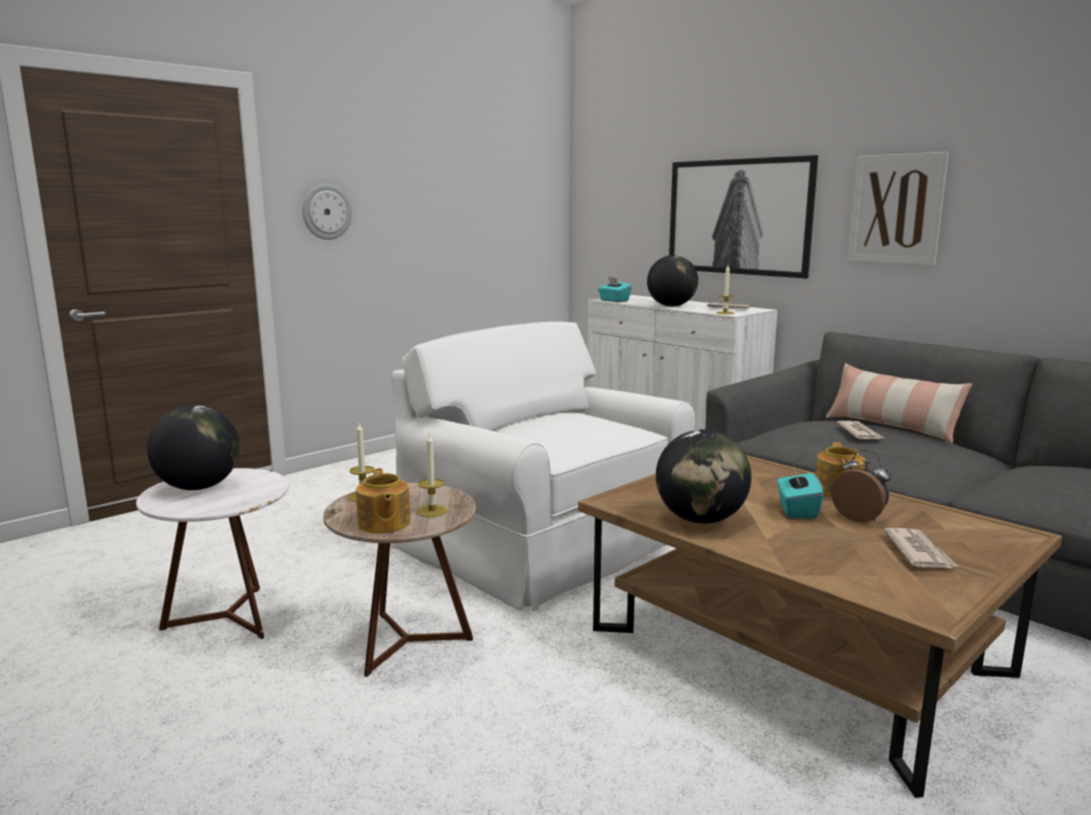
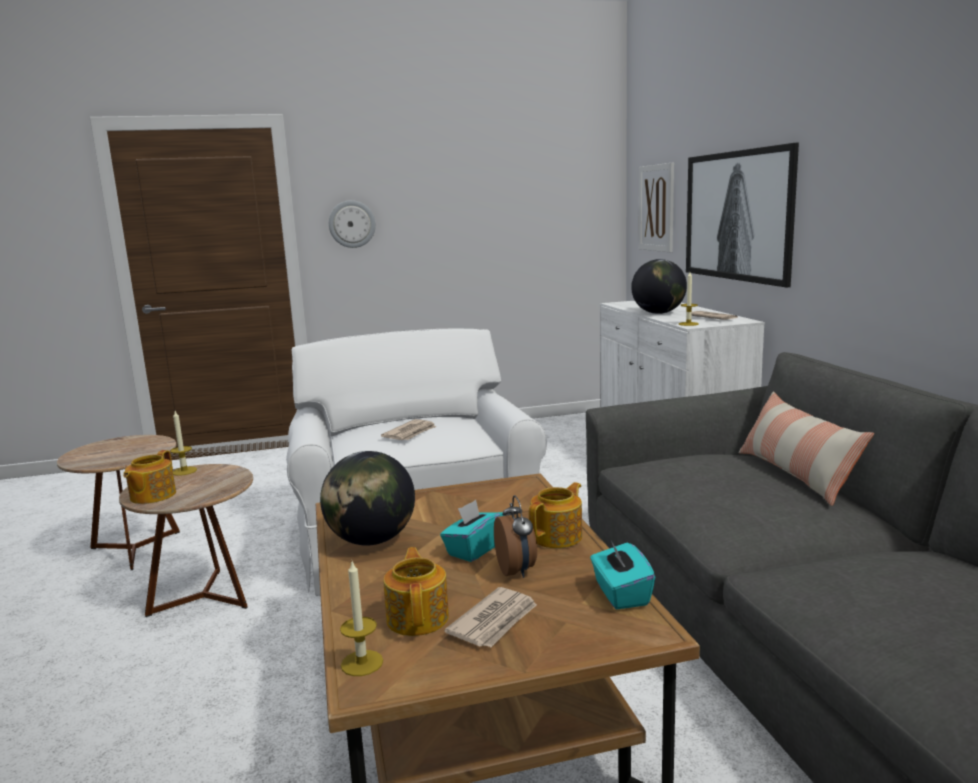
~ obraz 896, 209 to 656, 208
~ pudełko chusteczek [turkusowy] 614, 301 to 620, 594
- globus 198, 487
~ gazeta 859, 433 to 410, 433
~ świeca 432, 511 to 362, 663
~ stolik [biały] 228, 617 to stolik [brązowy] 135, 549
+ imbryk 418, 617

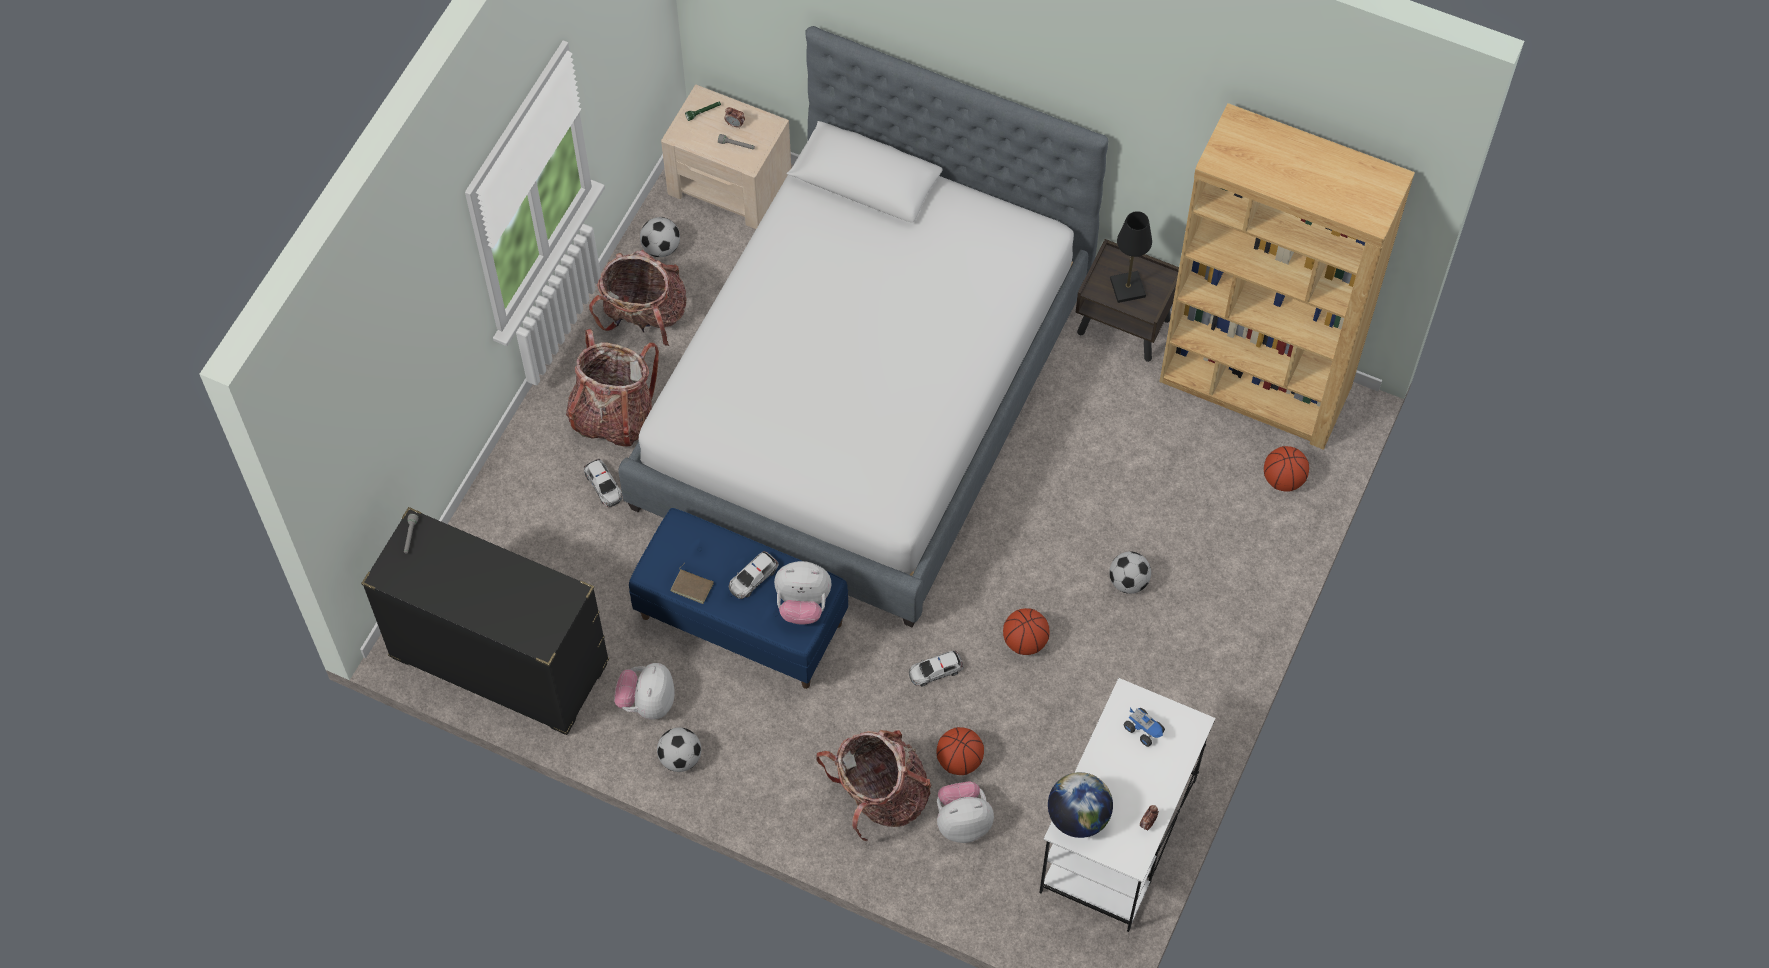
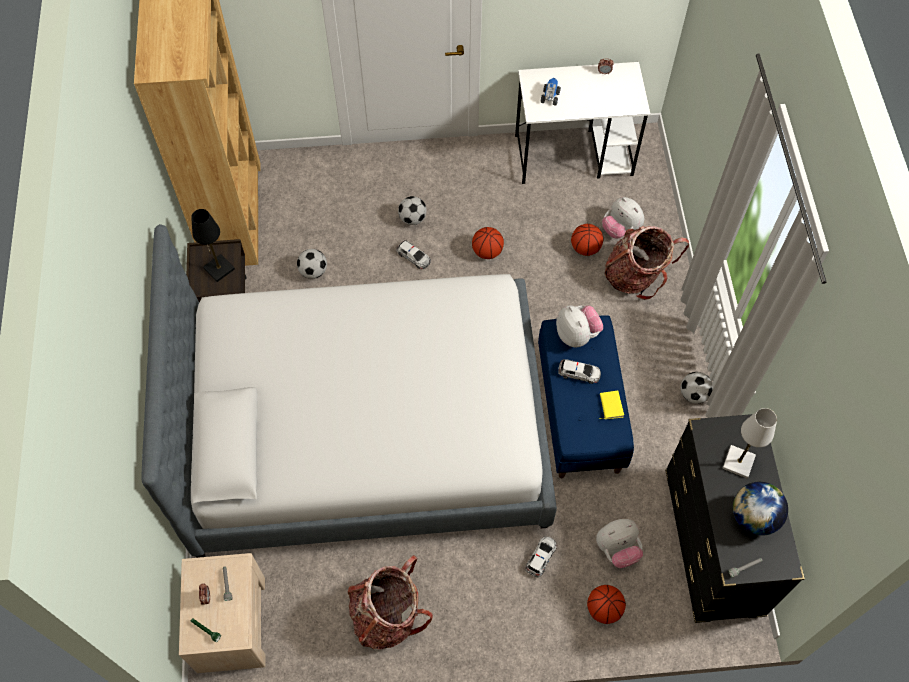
~ piłka futbolowa 661, 248 to 313, 271
- plecak 613, 416
~ piłka do koszykówki 1283, 479 to 603, 609
~ książka [brązowy] 693, 586 to książka [żółty] 610, 406
~ samochodzik 935, 671 to 413, 257
~ pluszak 647, 702 to 617, 548
~ globus 1078, 816 to 753, 517
+ lampa stołowa [biały] 738, 462

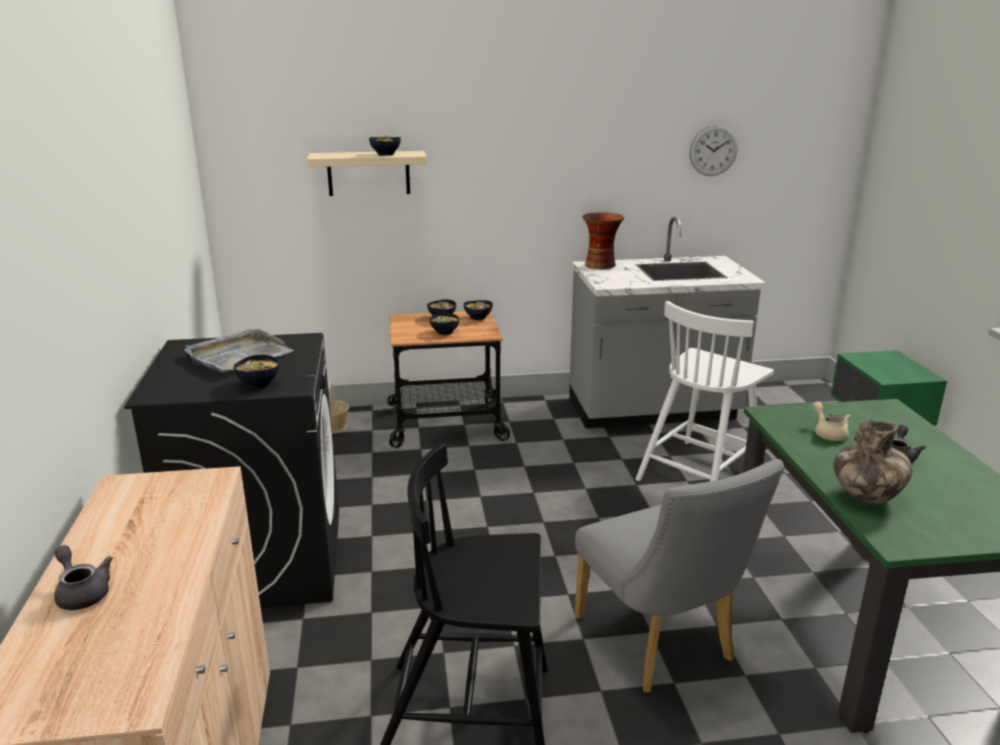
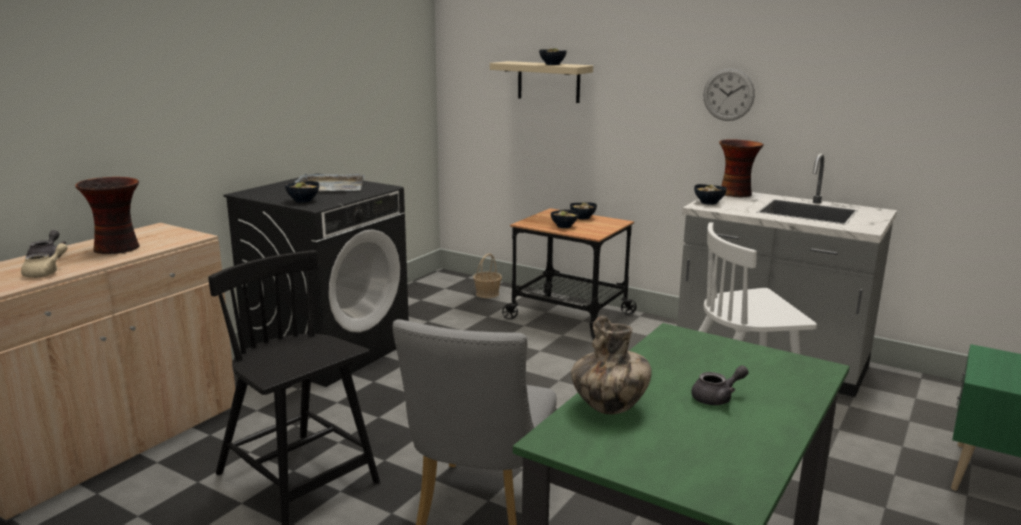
~ zegar ścienny 713, 150 to 728, 94
~ miska 478, 318 to 709, 203
~ imbryk [beżowy] 828, 433 to 46, 273
+ wazon 118, 248

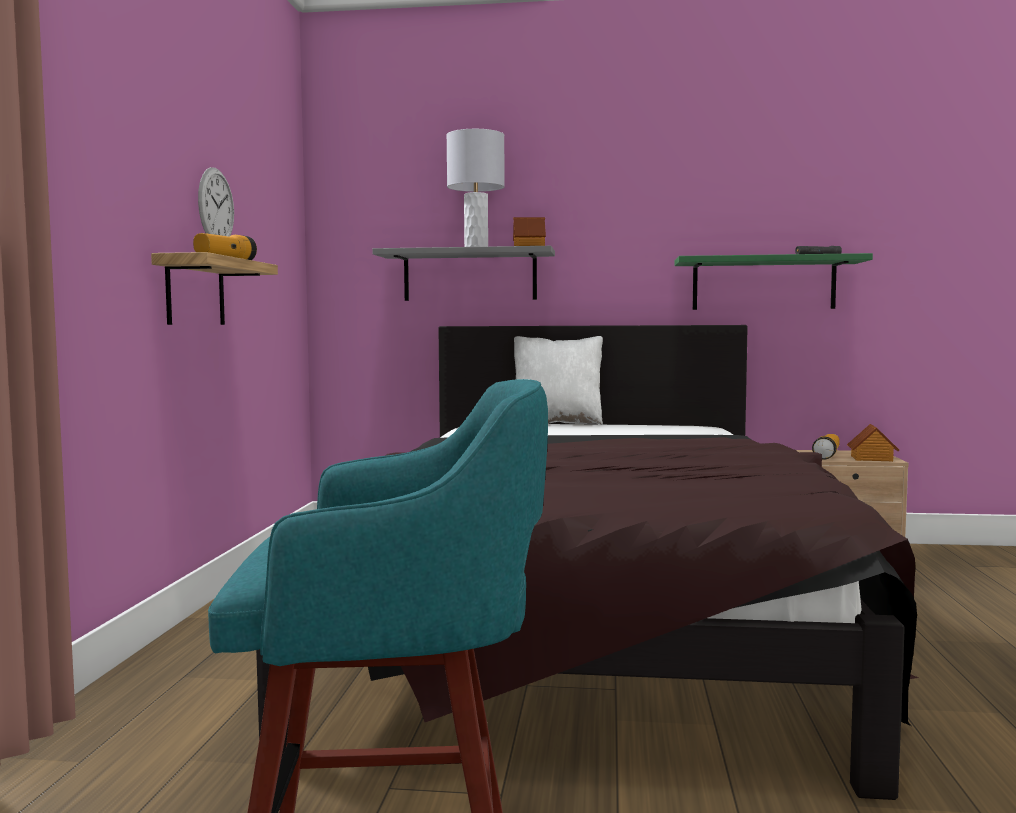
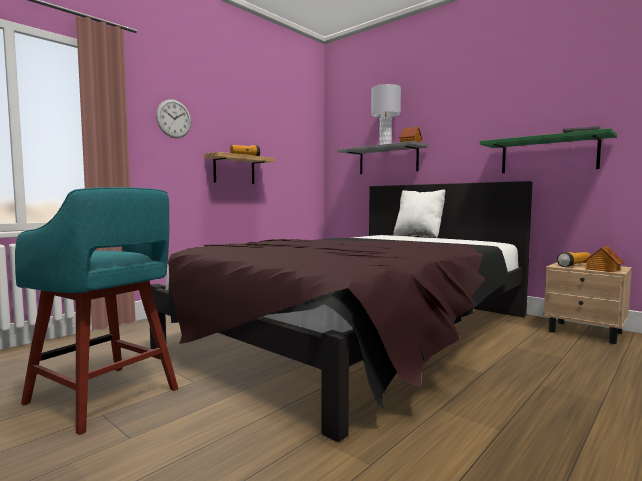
~ zegar ścienny 216, 206 to 174, 119

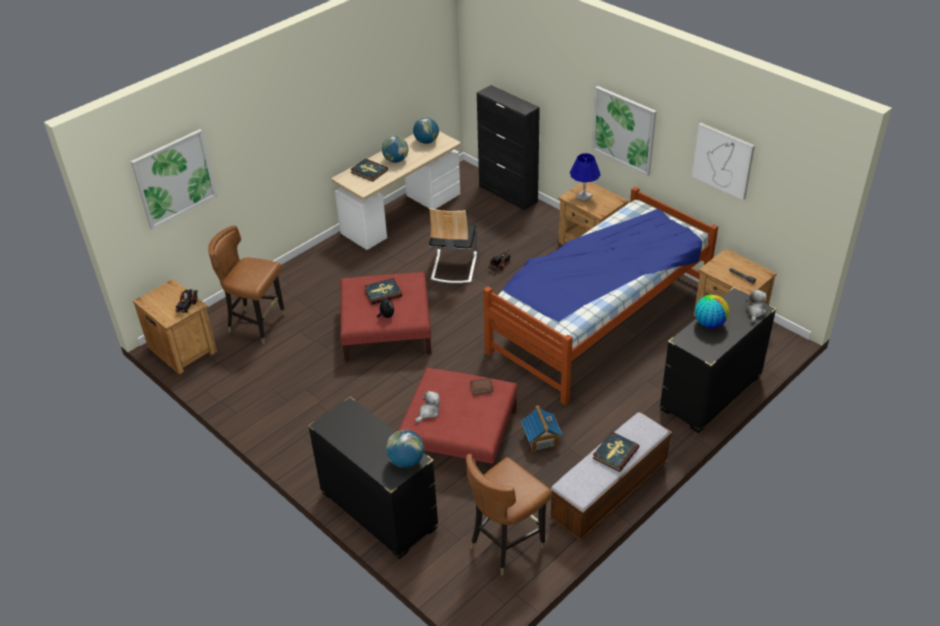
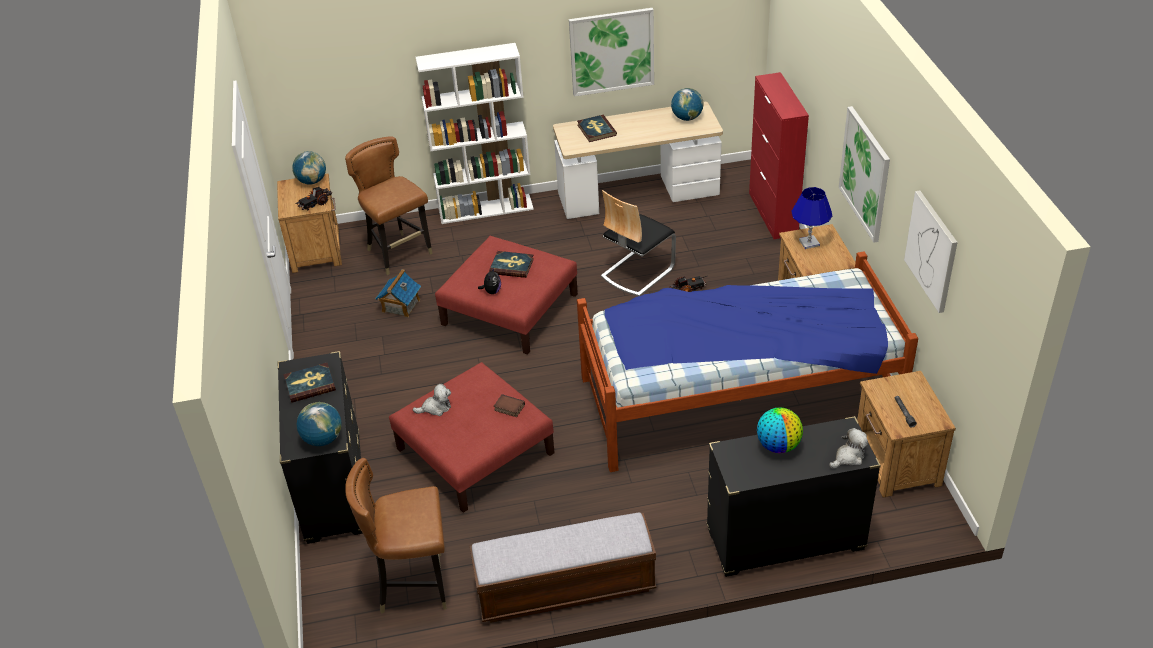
~ szafka [czarny] 508, 194 to szafka [czerwony] 773, 214
~ obraz 174, 178 to 612, 51
~ globus 396, 160 to 312, 181
~ domek 541, 439 to 400, 306
~ książka 615, 453 to 310, 384
+ regał [biały] 486, 209

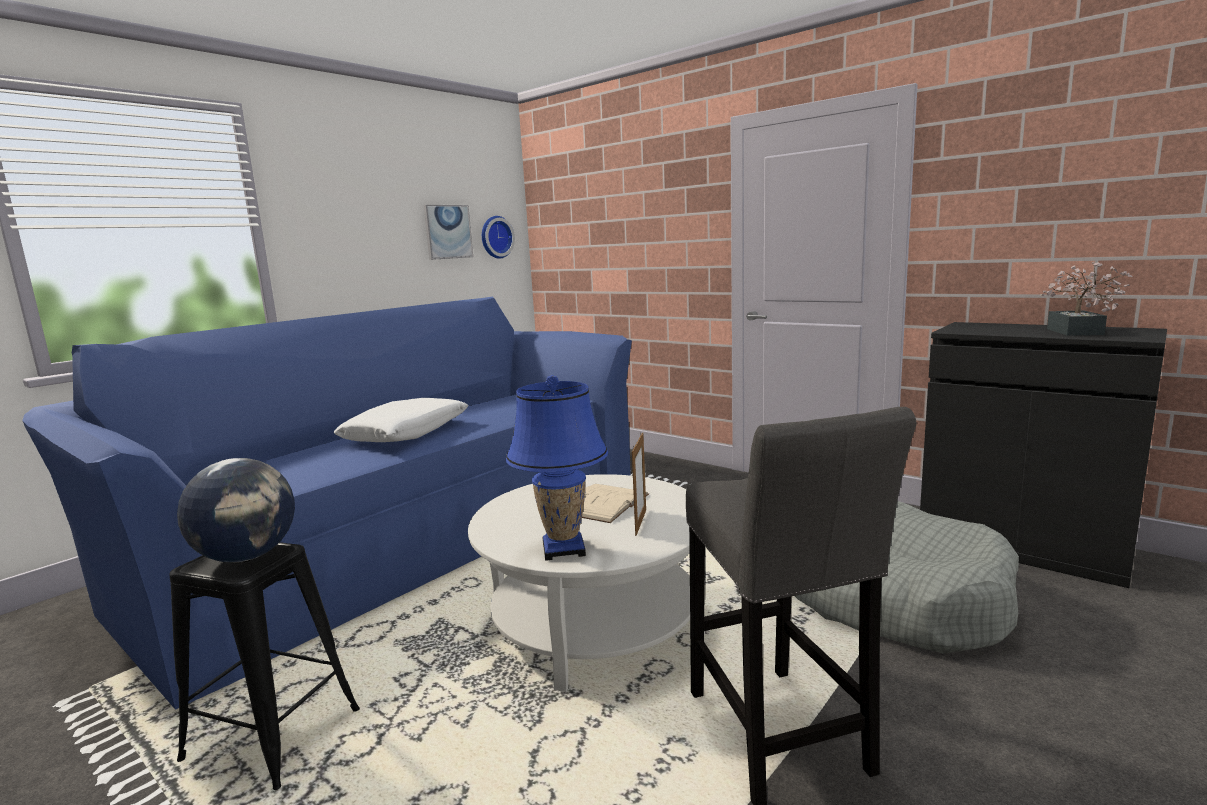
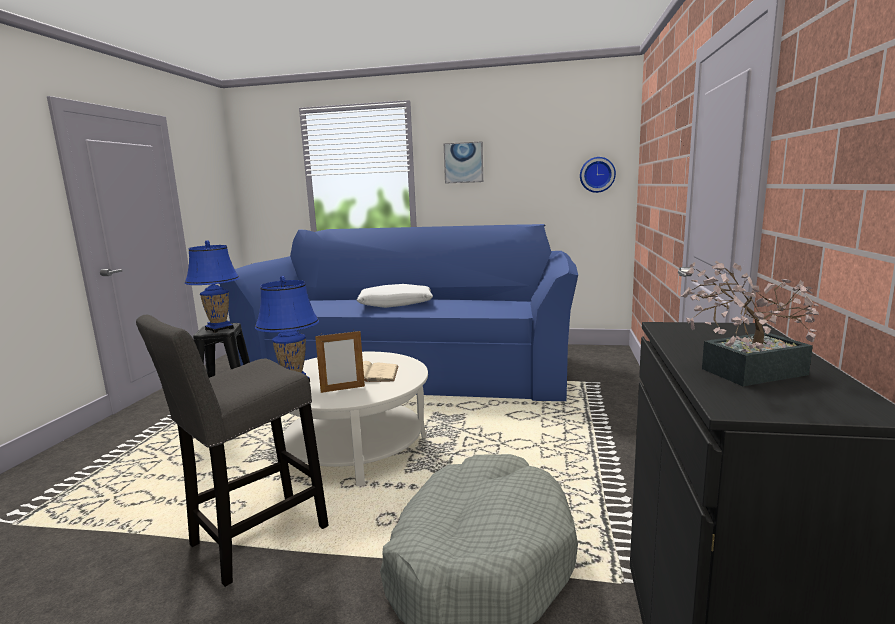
~ obraz 448, 232 to 463, 162
~ globus 247, 556 to lampa stołowa [niebieski] 219, 329

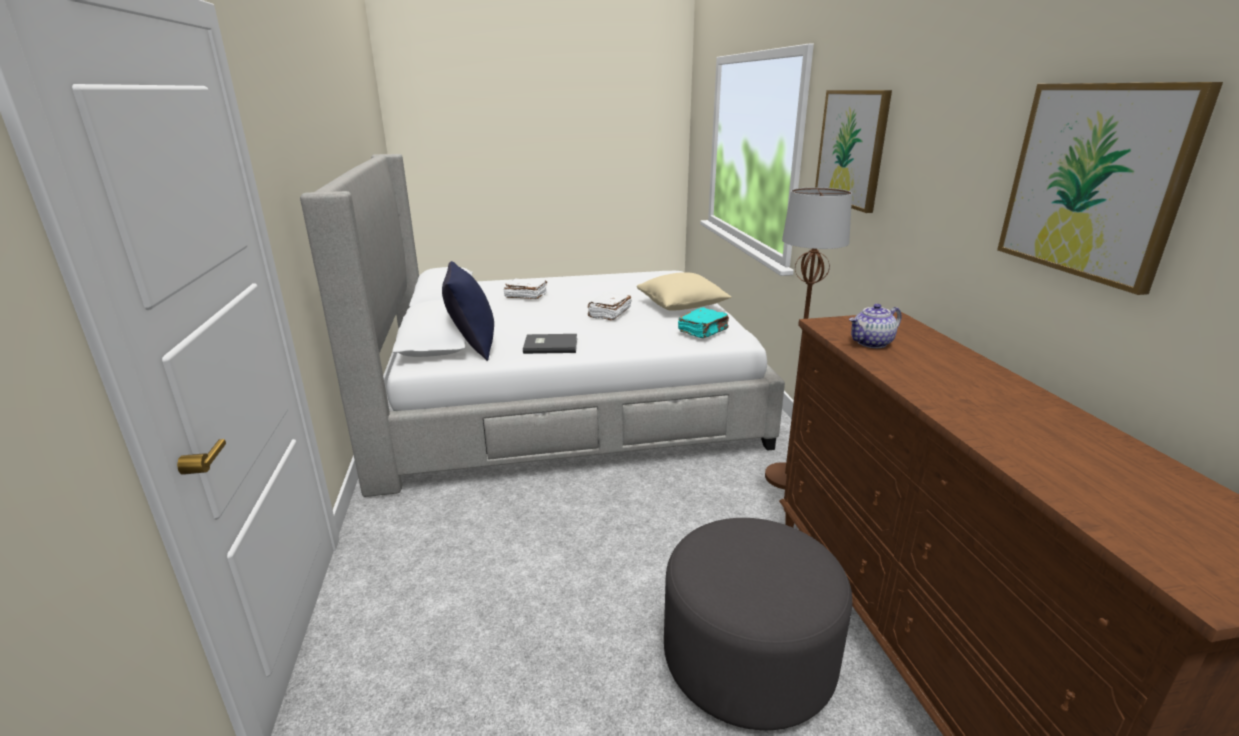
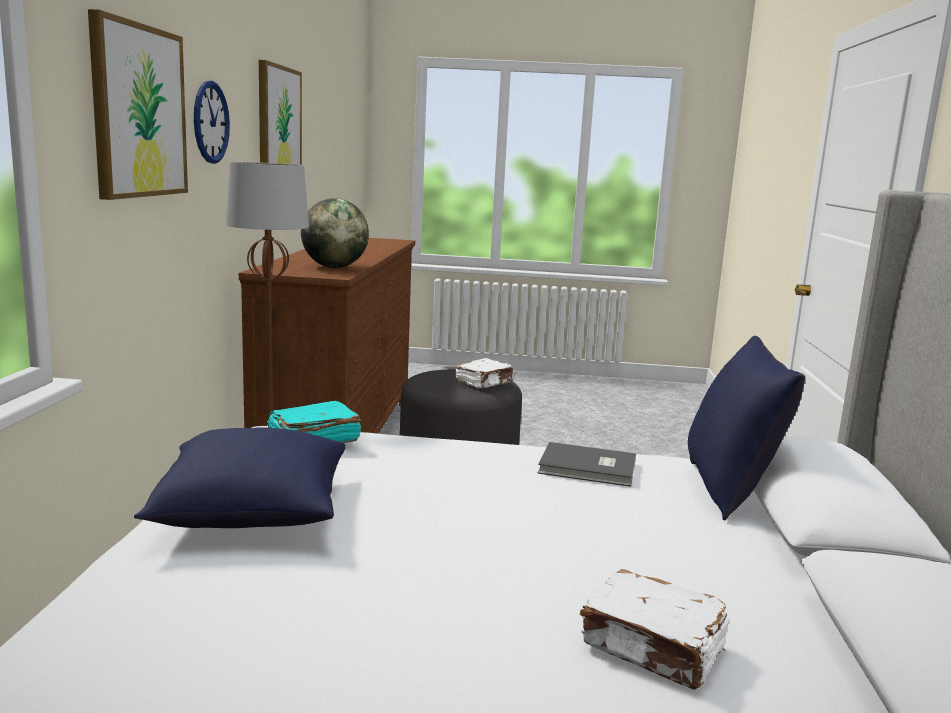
~ poduszka [beżowy] 682, 306 to poduszka [niebieski] 251, 513
~ książka [biały] 609, 313 to 484, 383
~ imbryk 871, 343 to globus 334, 267
+ zegar ścienny 210, 122

